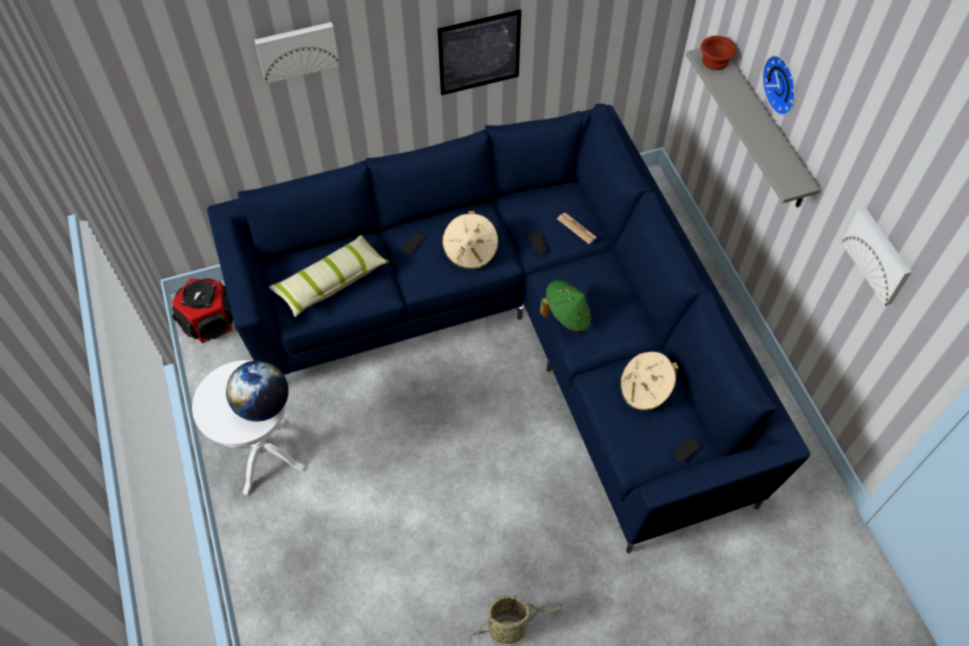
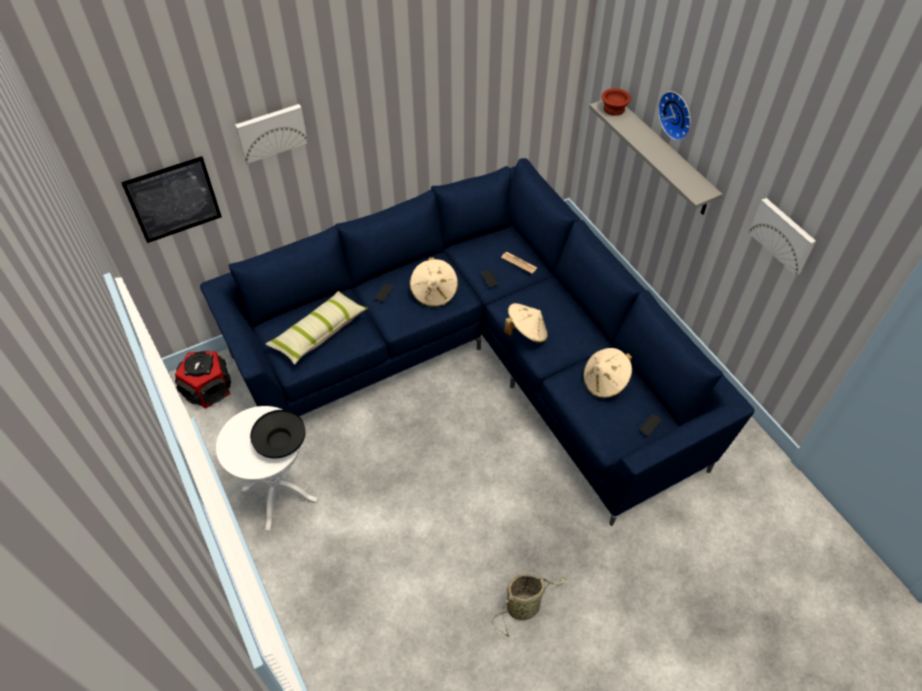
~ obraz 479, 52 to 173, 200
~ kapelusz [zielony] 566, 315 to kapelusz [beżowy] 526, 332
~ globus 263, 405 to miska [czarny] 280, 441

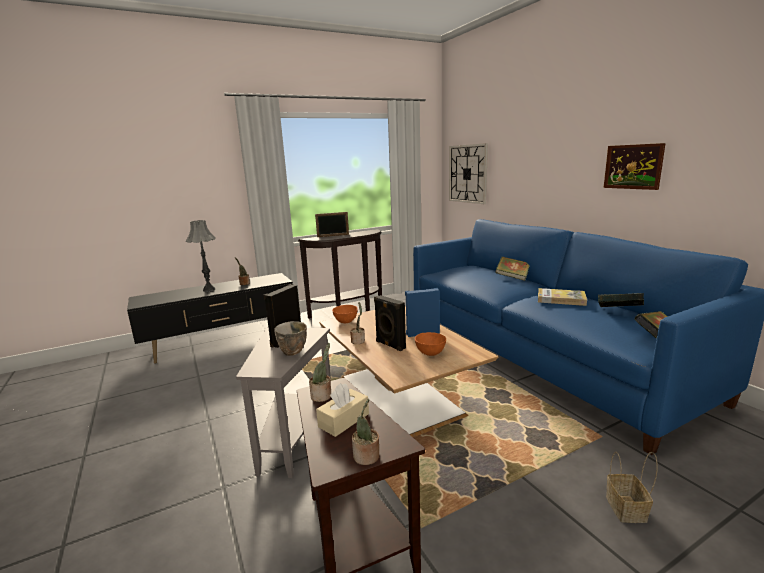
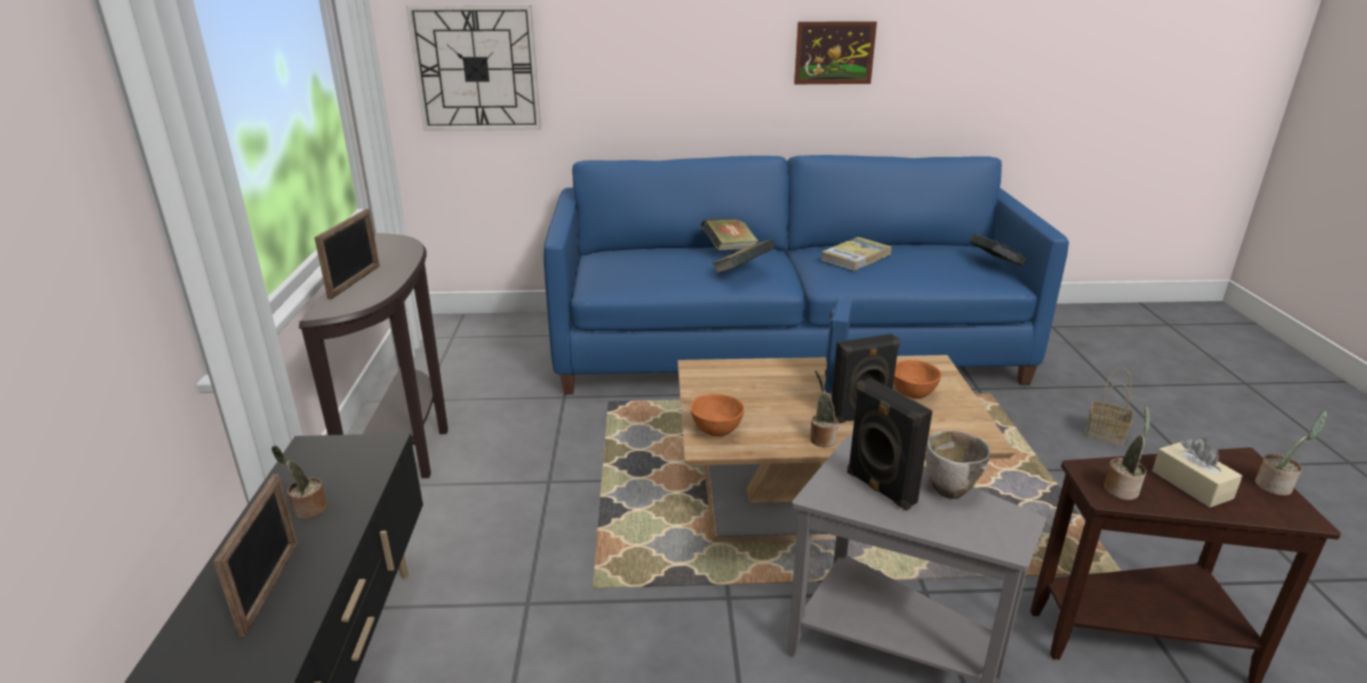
~ lampa stołowa [szary] 209, 290 to ramka na zdjęcie 271, 587
~ książka 619, 312 to 742, 272

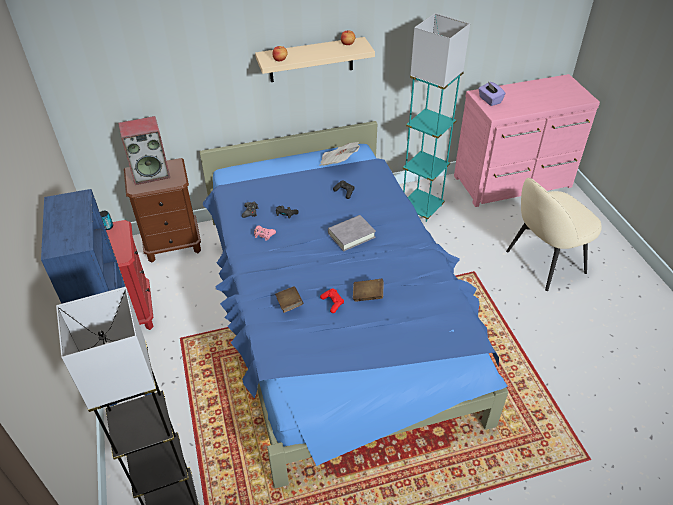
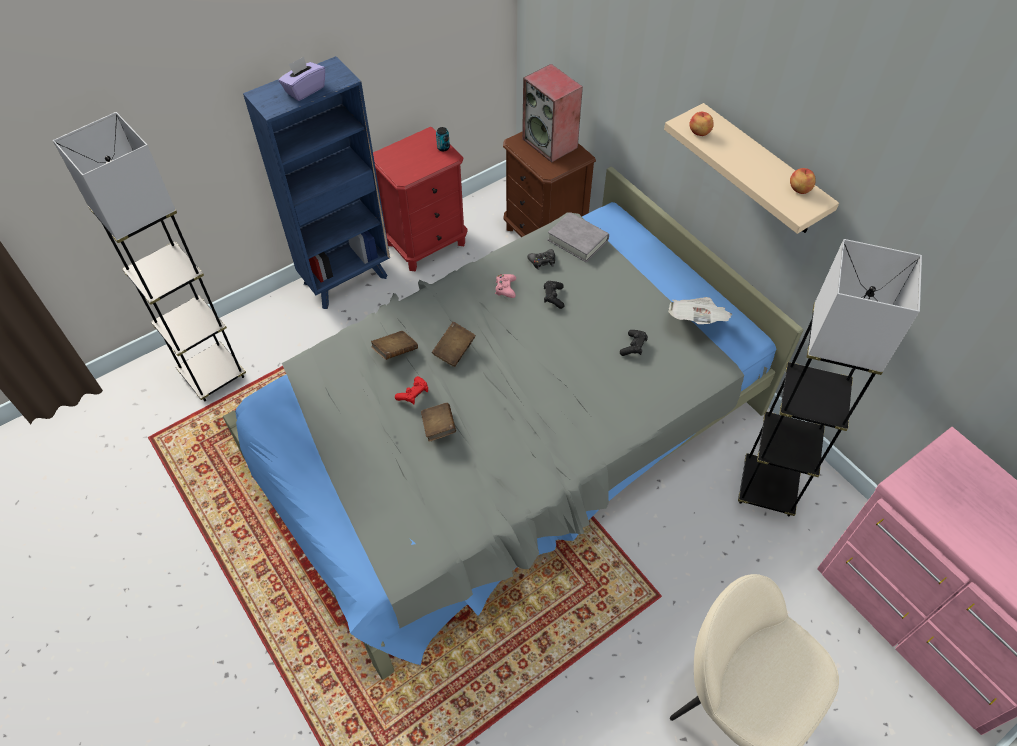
~ lampa stojąca [turkusowy] 421, 208 to lampa stojąca [szary] 767, 488
~ pudełko chusteczek [fioletowy] 489, 100 to 305, 90
~ łóżko [niebieski] 335, 312 to łóżko [szary] 505, 437
~ książka [szary] 351, 235 to 578, 240
+ książka [brązowy] 454, 350

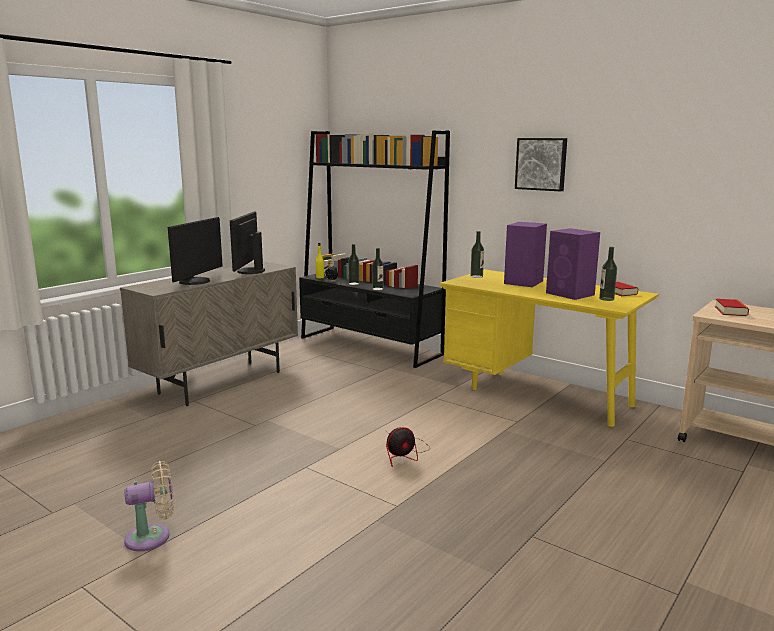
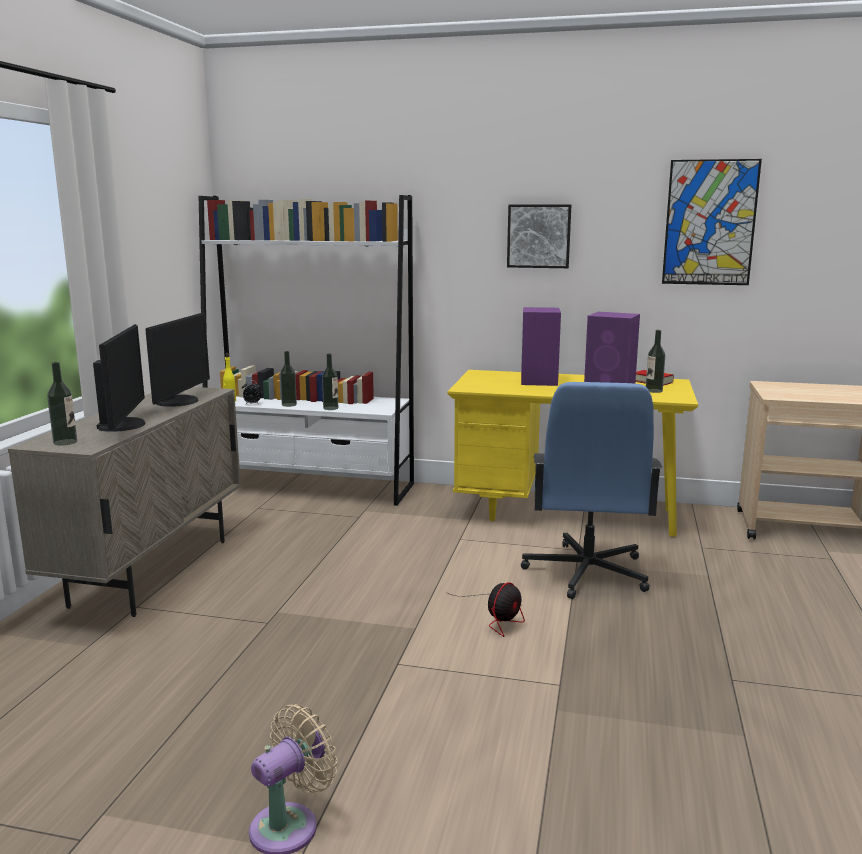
~ regał [czarny] 370, 346 to regał [biały] 311, 486
~ monitor 249, 271 = 179, 401 150 degrees counterclockwise
~ butelka 476, 276 to 65, 442
- książka 730, 311
+ obraz 710, 223
+ krzesło biurowe [niebieski] 586, 572

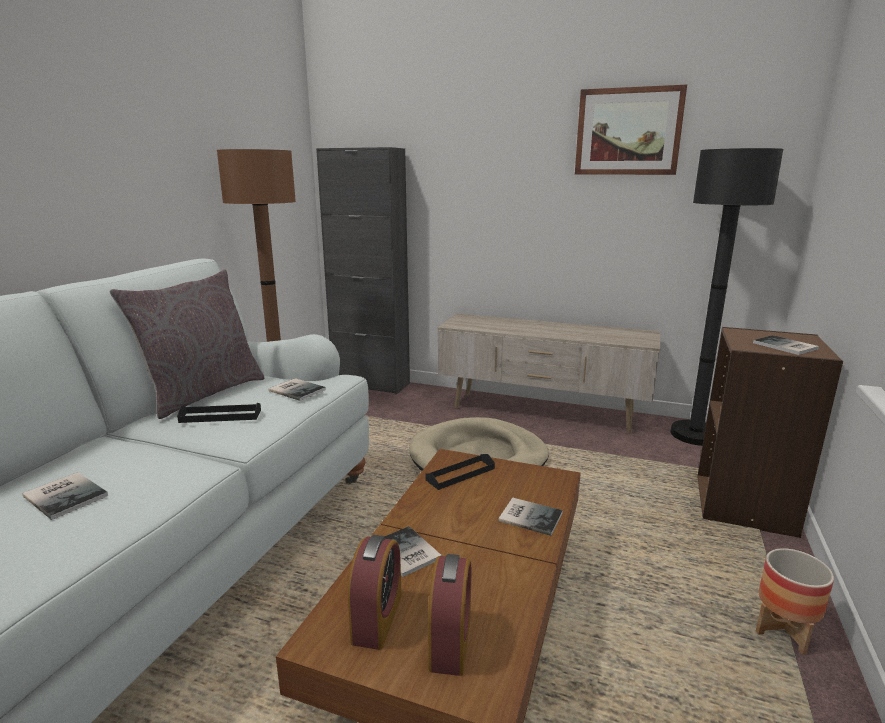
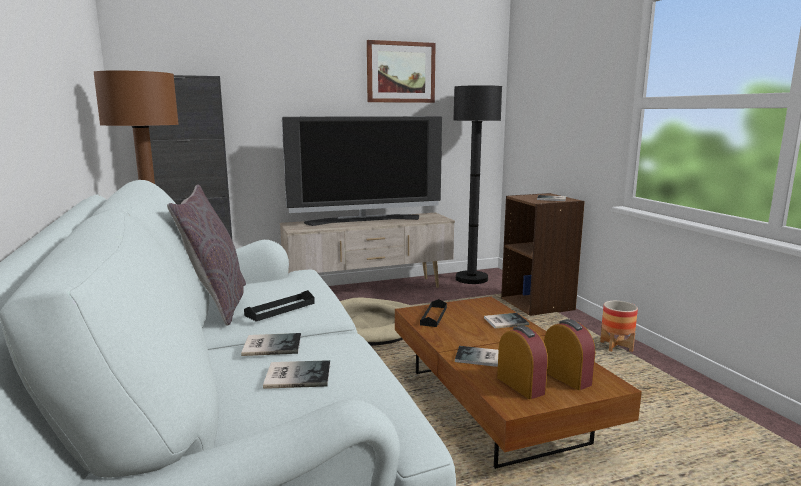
~ książka 297, 389 to 271, 345
+ telewizor 364, 220

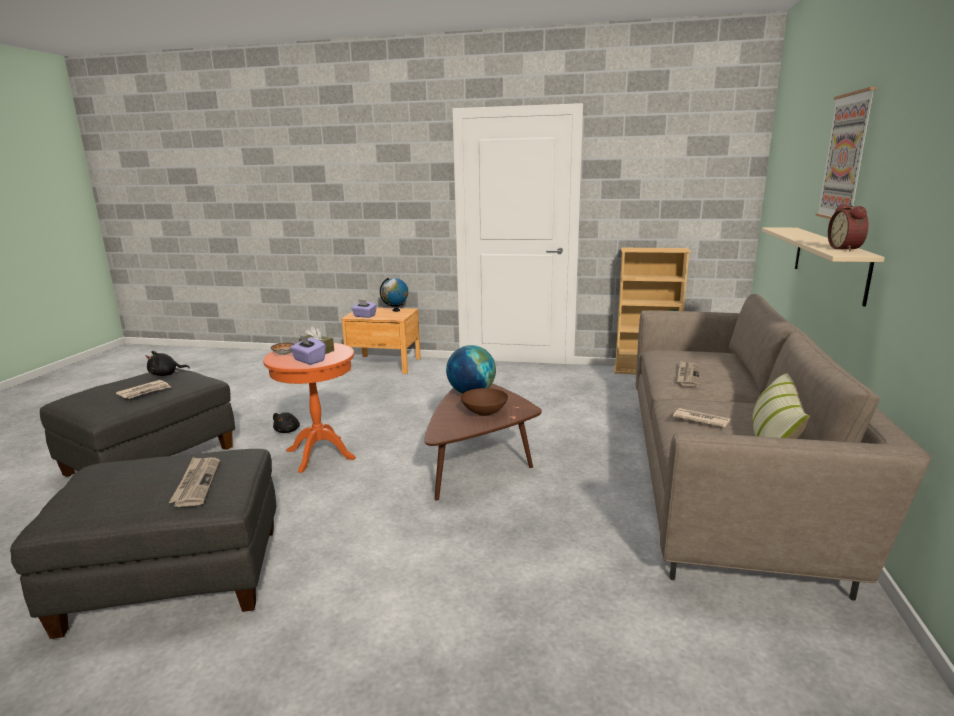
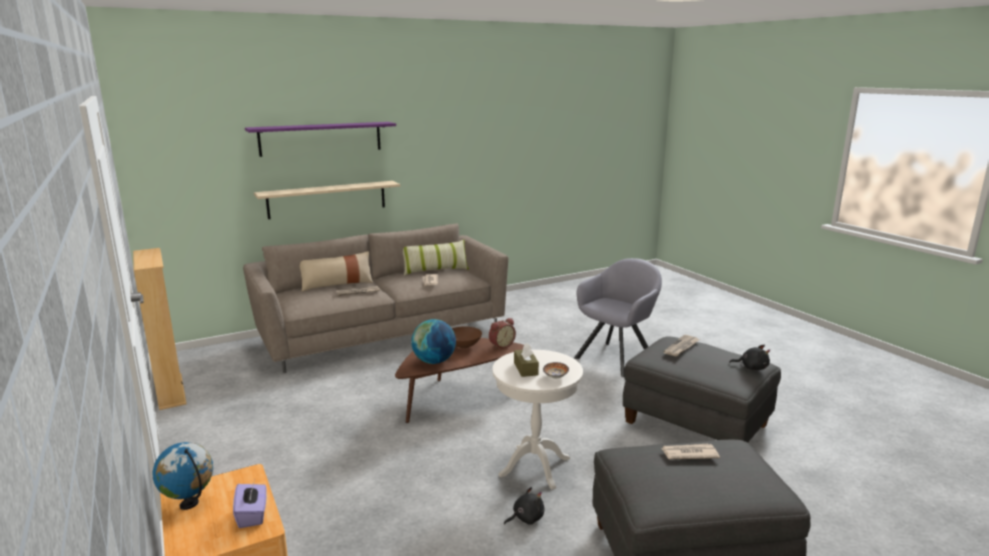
~ obraz 846, 157 to półka [fioletowy] 321, 138
~ budzik 846, 249 to 501, 345
- pudełko chusteczek [fioletowy] 309, 360
~ stolik [pomarańczowy] 320, 454 to stolik [biały] 535, 466
~ pluszak [czarny] 166, 374 to 751, 367
+ poduszka [beżowy] 337, 284
+ fotel [szary] 617, 357

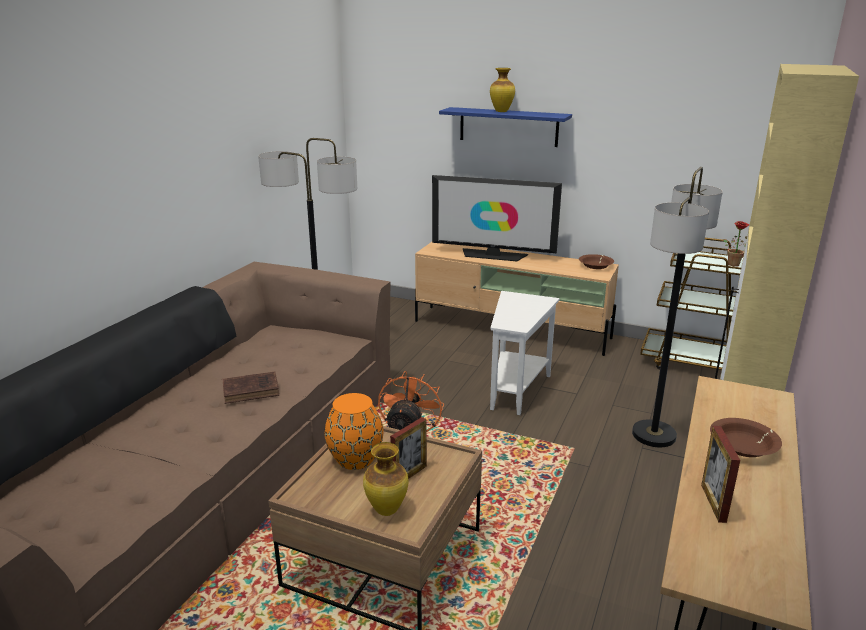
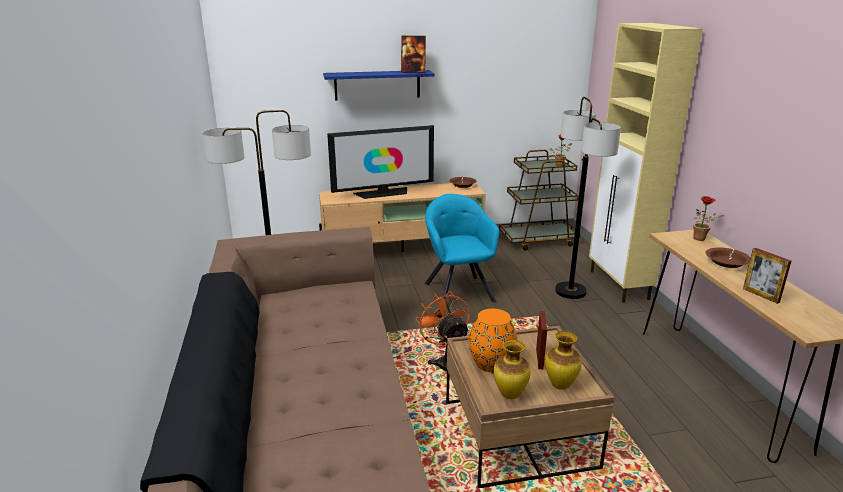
~ wazon 501, 111 to 510, 395
~ stolik [biały] 516, 389 to fotel [turkusowy] 458, 290
- książka [brązowy] 253, 390
+ ramka na zdjęcie 413, 72
+ roślina doniczkowa 702, 239

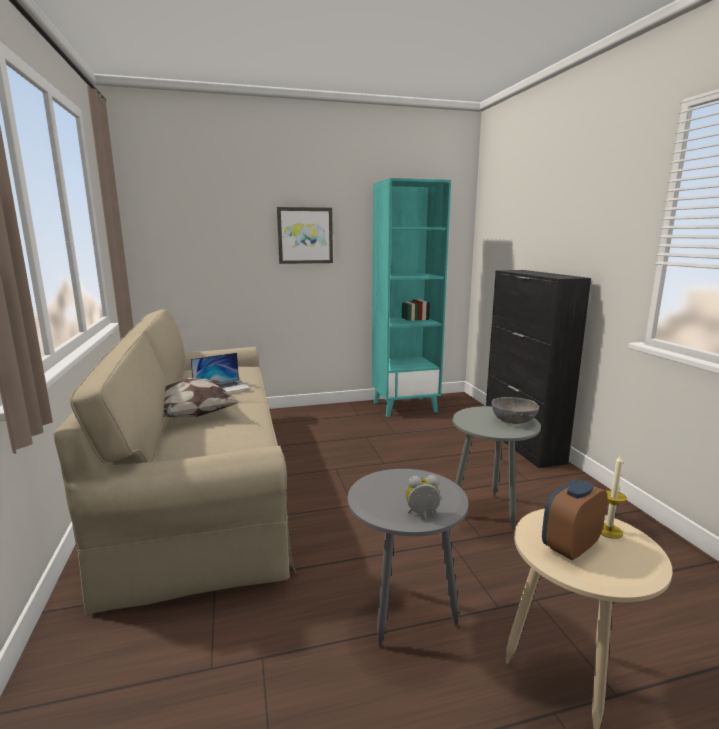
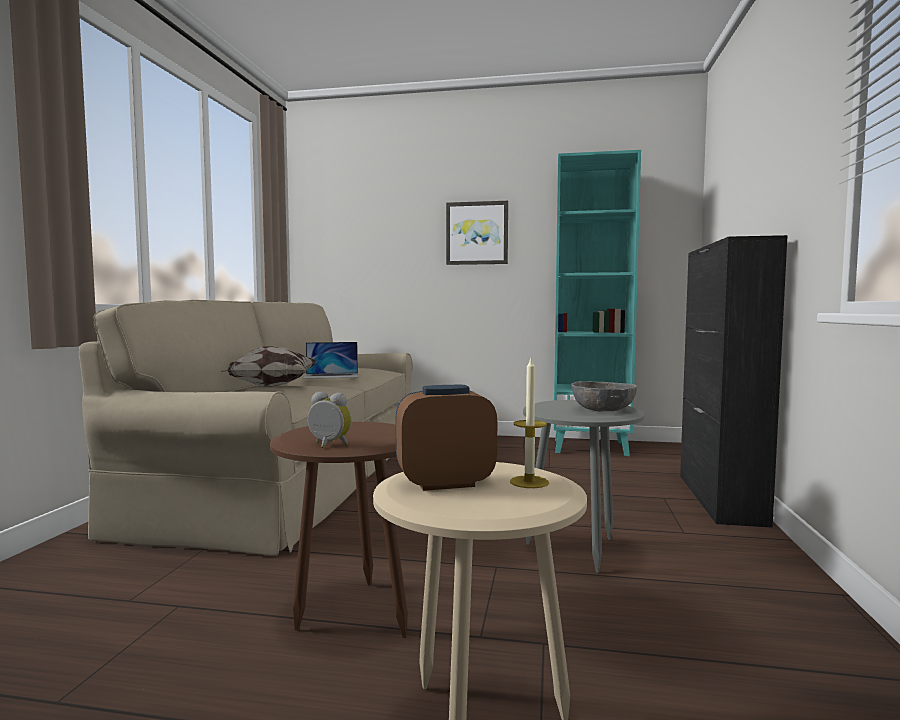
~ stolik [szary] 403, 620 to stolik [brązowy] 350, 617

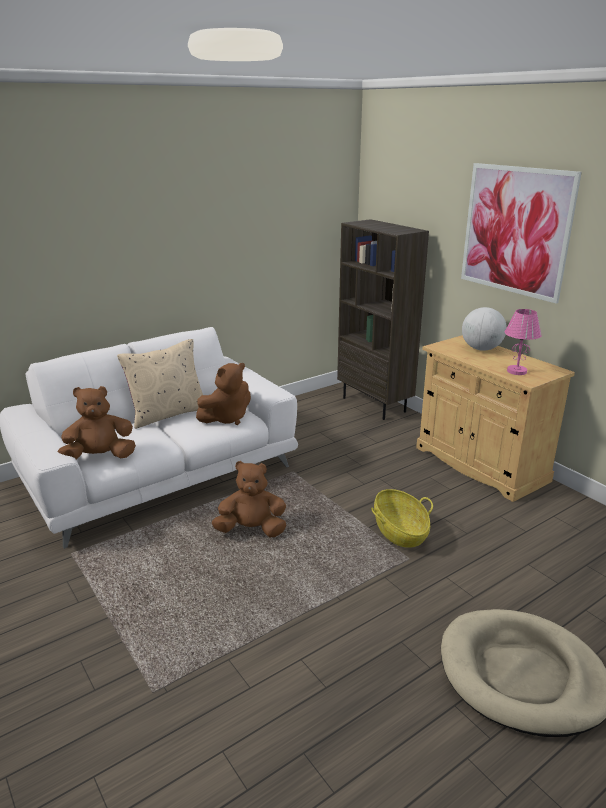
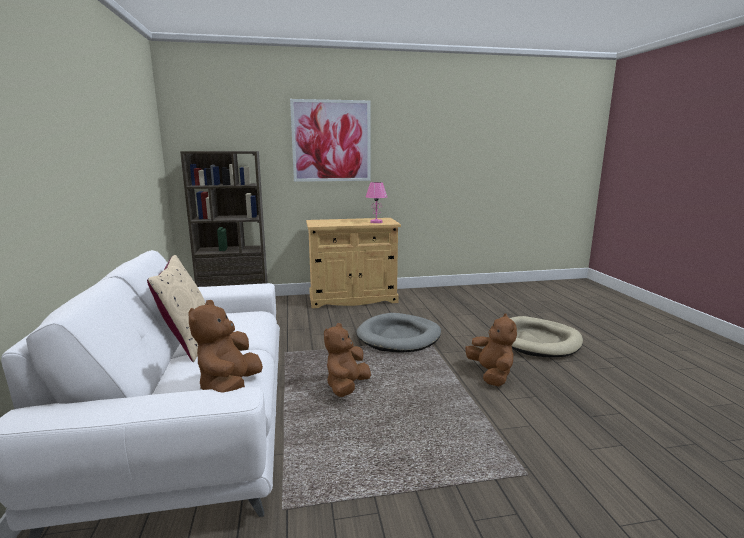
- globus 481, 349
~ pluszak [brązowy] 227, 418 to 491, 374
~ koszyk 400, 532 to legowisko [szary] 399, 336

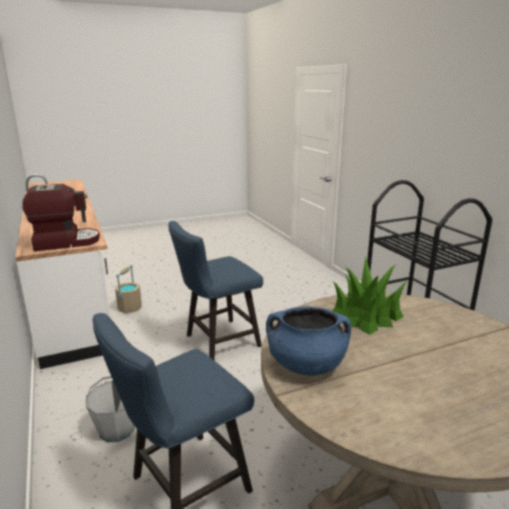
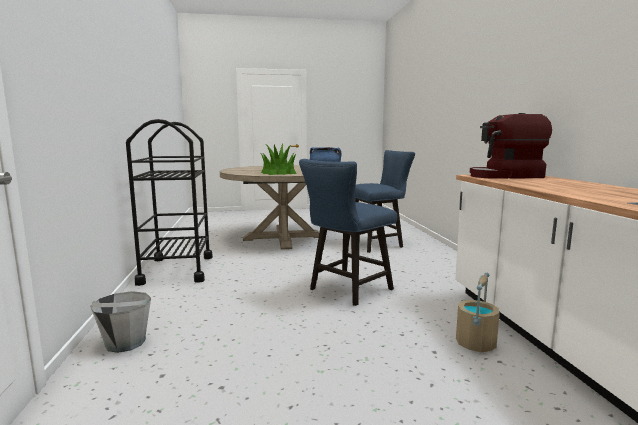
~ krzesło [niebieski] 217, 342 = 346, 290 150 degrees clockwise
~ wiadro [szary] 117, 429 to 125, 343

